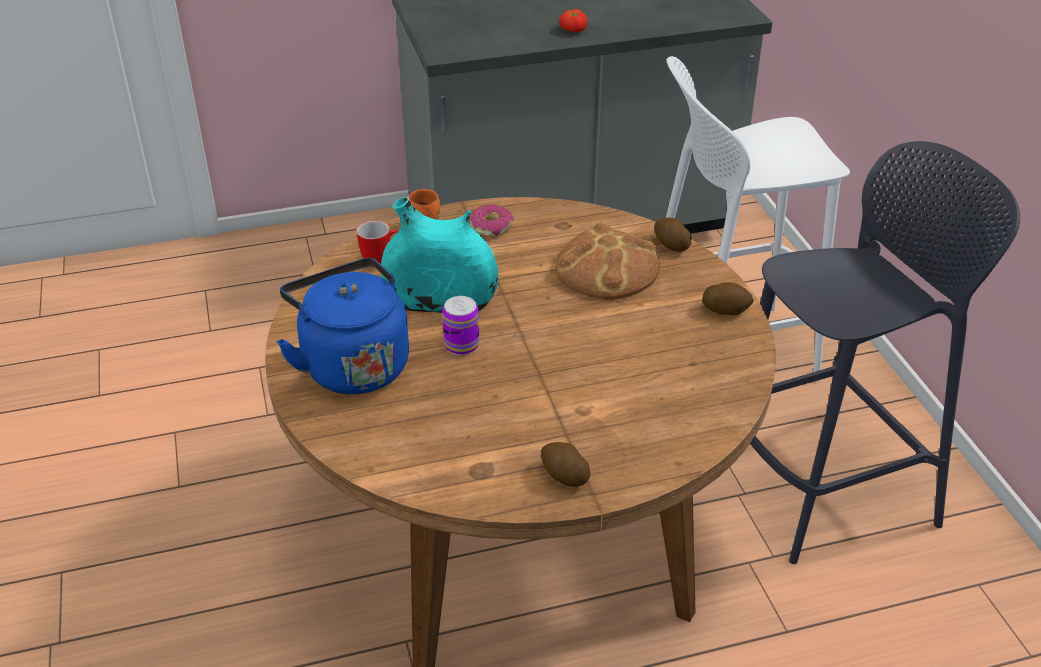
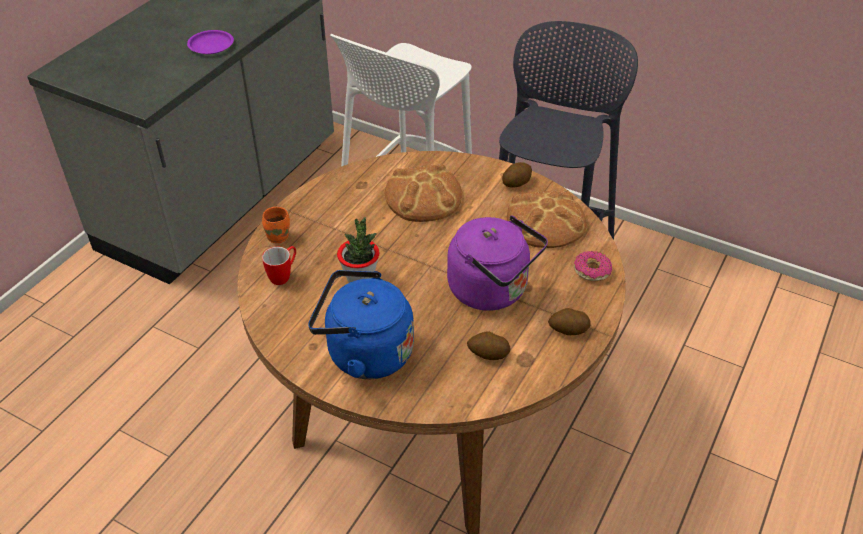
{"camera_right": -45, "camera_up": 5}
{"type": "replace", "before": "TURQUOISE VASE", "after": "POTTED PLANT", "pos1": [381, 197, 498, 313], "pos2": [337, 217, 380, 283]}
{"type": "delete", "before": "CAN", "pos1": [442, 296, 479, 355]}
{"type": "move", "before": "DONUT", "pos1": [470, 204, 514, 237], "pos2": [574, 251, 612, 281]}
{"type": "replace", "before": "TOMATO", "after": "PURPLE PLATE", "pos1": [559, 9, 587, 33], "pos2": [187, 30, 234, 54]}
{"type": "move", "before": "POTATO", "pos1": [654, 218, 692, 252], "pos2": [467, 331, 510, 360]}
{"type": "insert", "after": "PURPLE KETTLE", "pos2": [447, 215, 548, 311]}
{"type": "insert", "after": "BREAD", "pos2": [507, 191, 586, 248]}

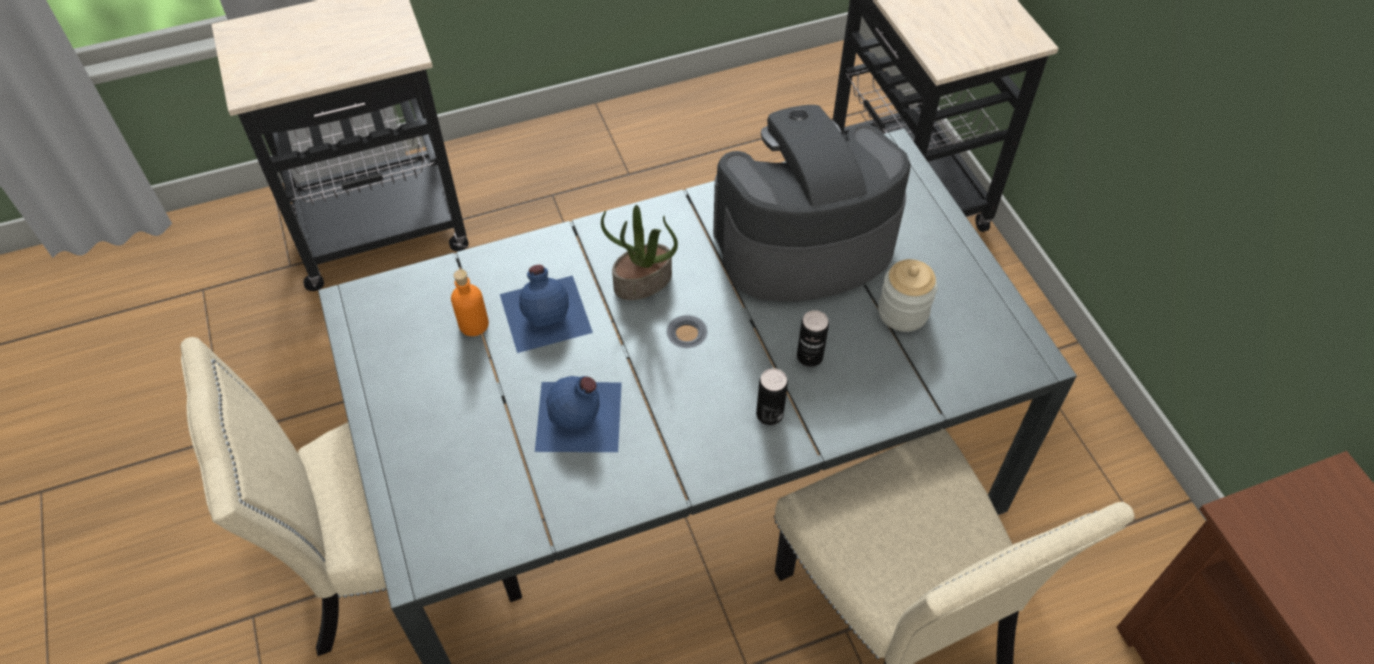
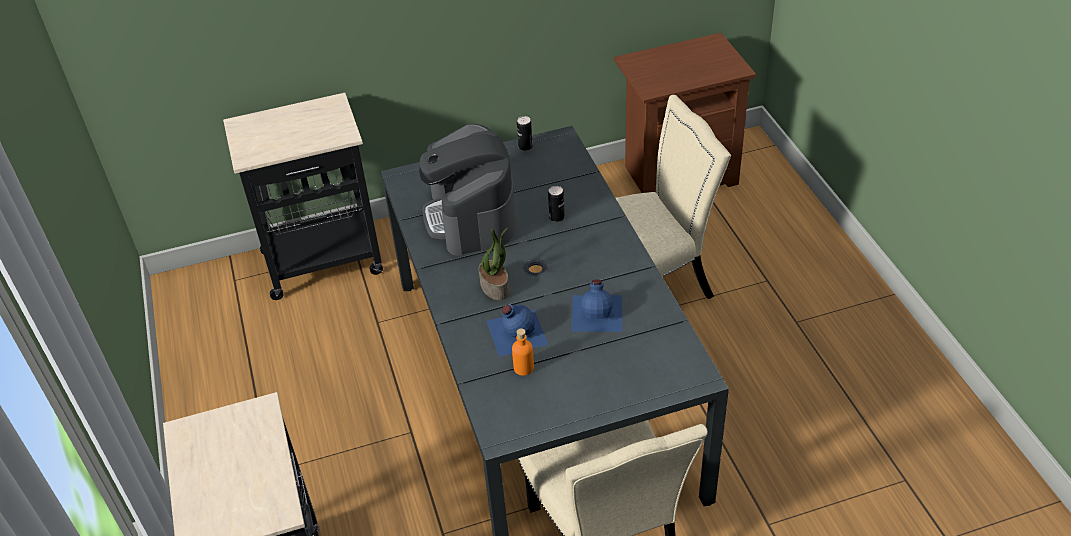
{"camera_right": -85, "camera_up": -10}
{"type": "move", "before": "CAN", "pos1": [756, 368, 788, 425], "pos2": [517, 116, 533, 151]}
{"type": "delete", "before": "JAR", "pos1": [878, 259, 938, 332]}

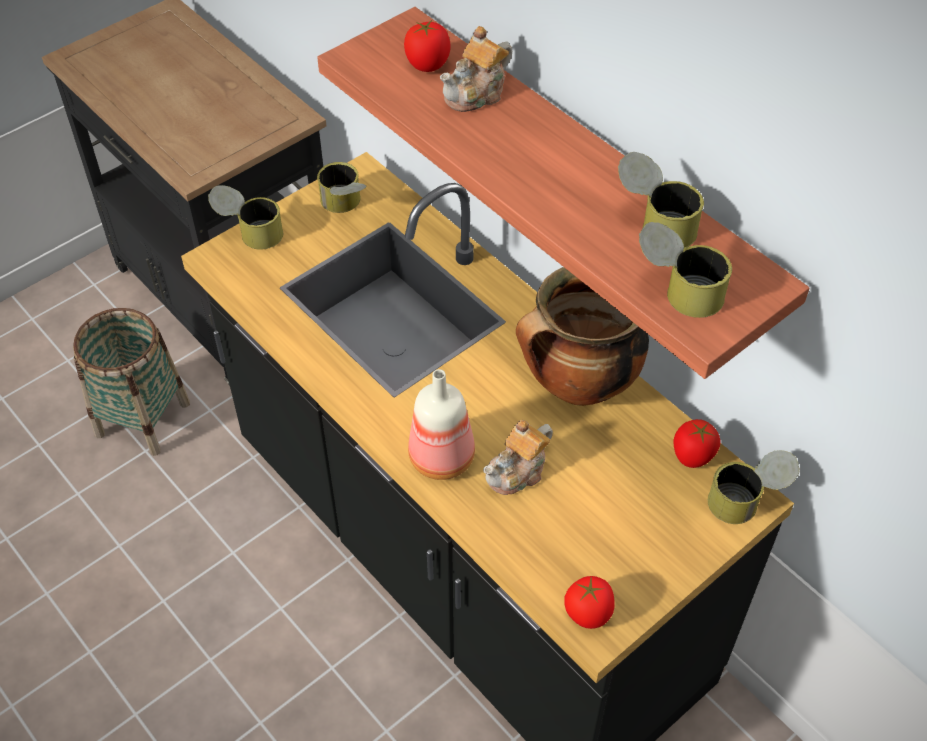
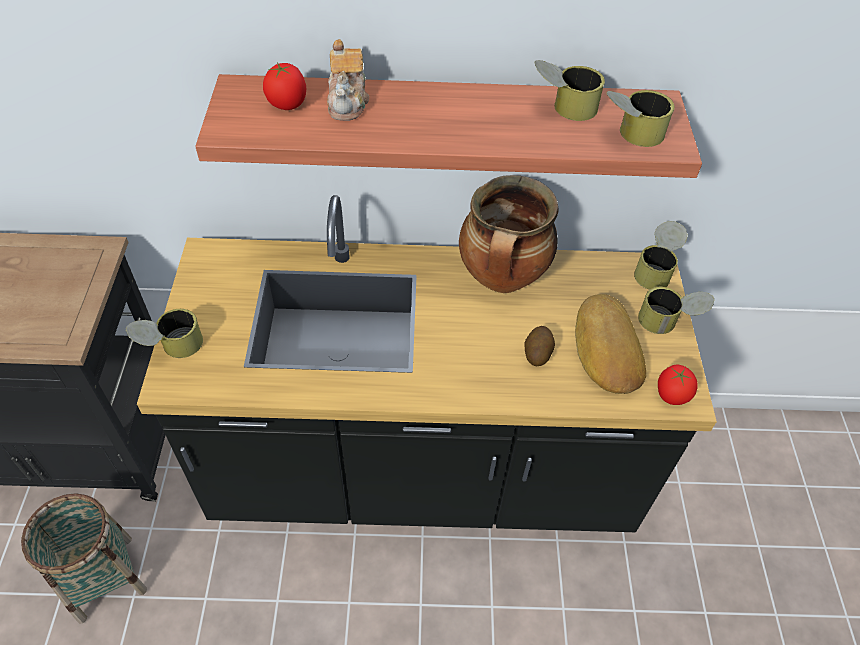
{"camera_right": -50, "camera_up": 0}
{"type": "move", "before": "CAN", "pos1": [317, 162, 367, 213], "pos2": [638, 287, 715, 334]}
{"type": "delete", "before": "BOTTLE", "pos1": [408, 369, 475, 480]}
{"type": "replace", "before": "TEAPOT", "after": "POTATO", "pos1": [483, 420, 553, 495], "pos2": [524, 326, 555, 366]}
{"type": "delete", "before": "TOMATO", "pos1": [673, 419, 721, 468]}
{"type": "insert", "after": "BREAD", "pos2": [575, 294, 646, 394]}

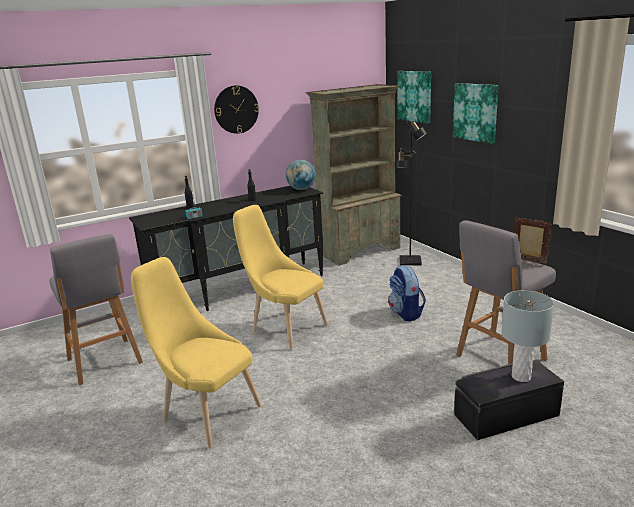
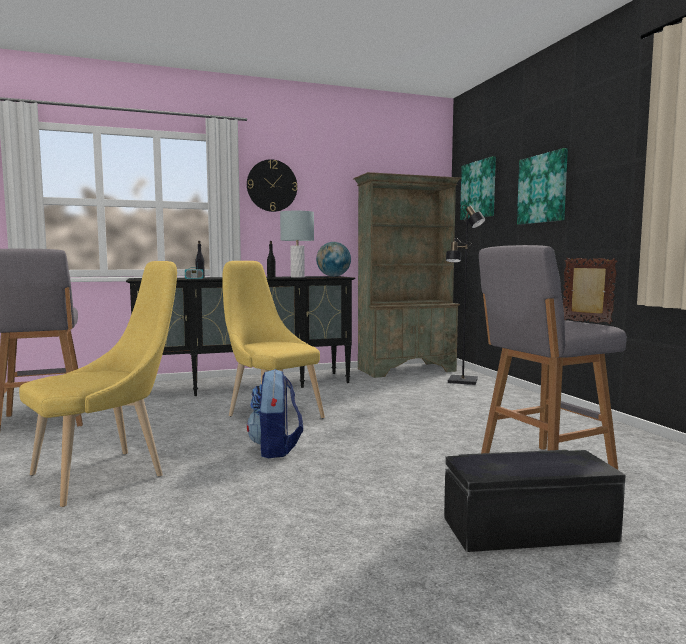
{"camera_right": 10, "camera_up": -15}
{"type": "rotate", "before": "YELLOW CHAIR", "pos1": [131, 257, 261, 449], "pos2": [19, 261, 177, 507], "turn": 90}
{"type": "move", "before": "BACKPACK", "pos1": [388, 265, 426, 322], "pos2": [247, 369, 303, 458]}
{"type": "move", "before": "GREY TABLE LAMP", "pos1": [501, 290, 554, 382], "pos2": [280, 211, 314, 278]}

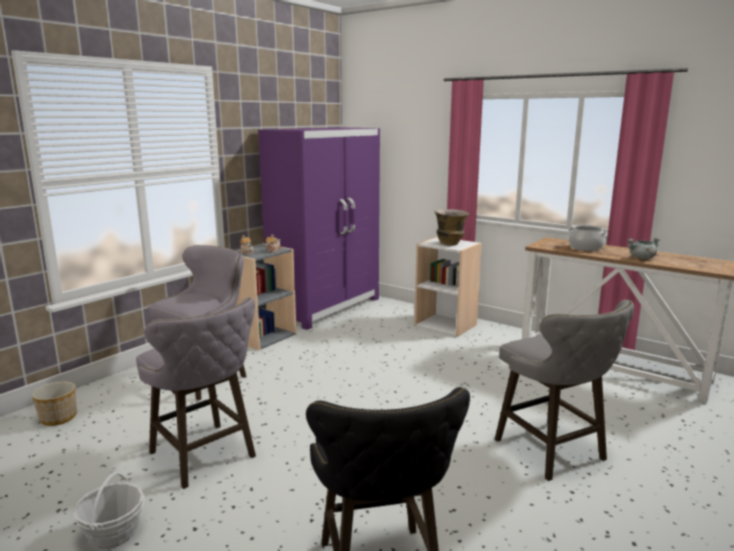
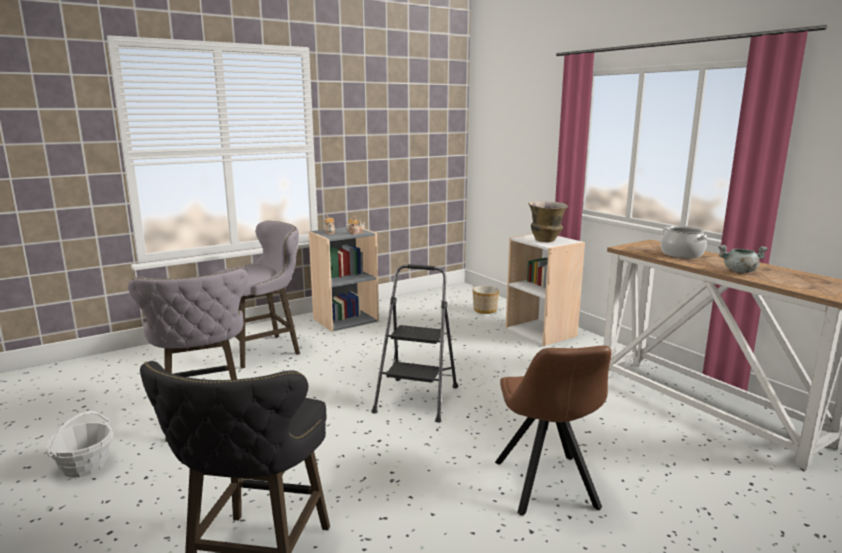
{"camera_right": 20, "camera_up": 0}
{"type": "move", "before": "PLANTER", "pos1": [32, 382, 77, 426], "pos2": [472, 286, 500, 314]}
{"type": "delete", "before": "PURPLE CABINET", "pos1": [258, 128, 380, 330]}
{"type": "replace", "before": "GREY STOOL", "after": "BROWN CHAIR", "pos1": [495, 300, 634, 481], "pos2": [495, 346, 612, 516]}
{"type": "insert", "after": "BLACK STEP LADDER", "pos2": [371, 264, 458, 423]}

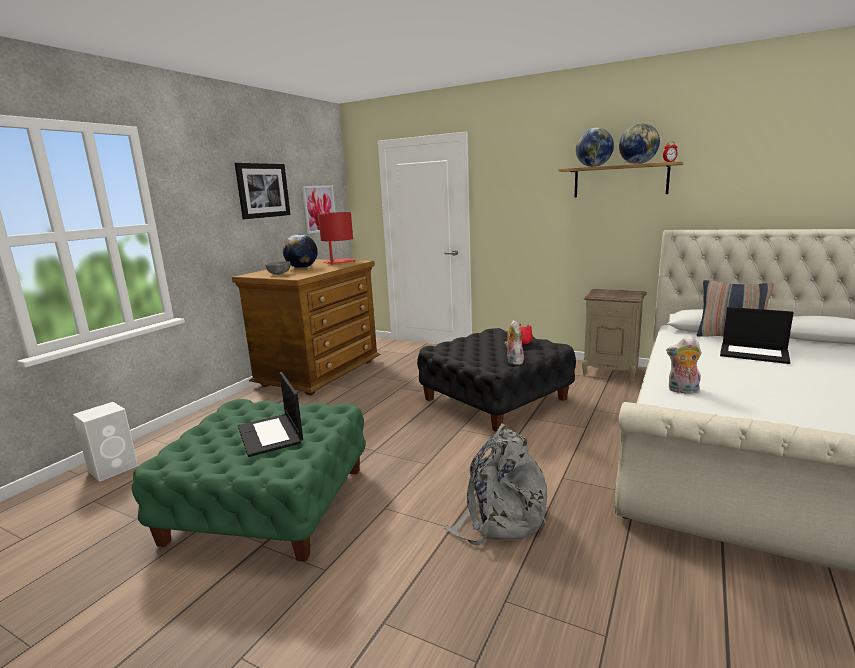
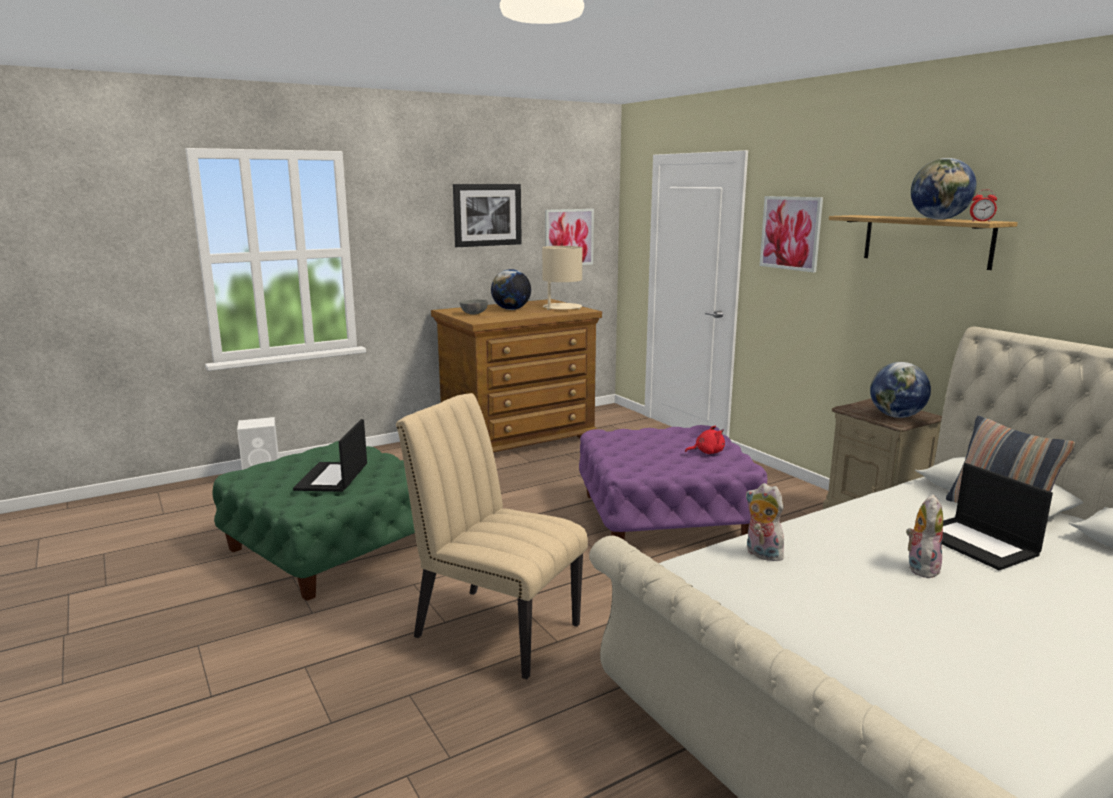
{"camera_right": 30, "camera_up": 0}
{"type": "recolor", "before": "RED TABLE LAMP", "after": "BEIGE TABLE LAMP", "pos1": [318, 212, 355, 265], "pos2": [542, 246, 582, 310]}
{"type": "recolor", "before": "BLACK OTTOMAN", "after": "PURPLE OTTOMAN", "pos1": [417, 328, 576, 432], "pos2": [579, 425, 767, 540]}
{"type": "replace", "before": "GREY BACKPACK", "after": "BEIGE CHAIR", "pos1": [444, 423, 547, 545], "pos2": [396, 393, 588, 679]}
{"type": "move", "before": "PLUSH TOY", "pos1": [504, 320, 524, 365], "pos2": [906, 494, 943, 578]}
{"type": "move", "before": "GLOBE", "pos1": [576, 128, 614, 167], "pos2": [870, 362, 931, 418]}
{"type": "insert", "after": "PICTURE", "pos2": [760, 196, 823, 273]}

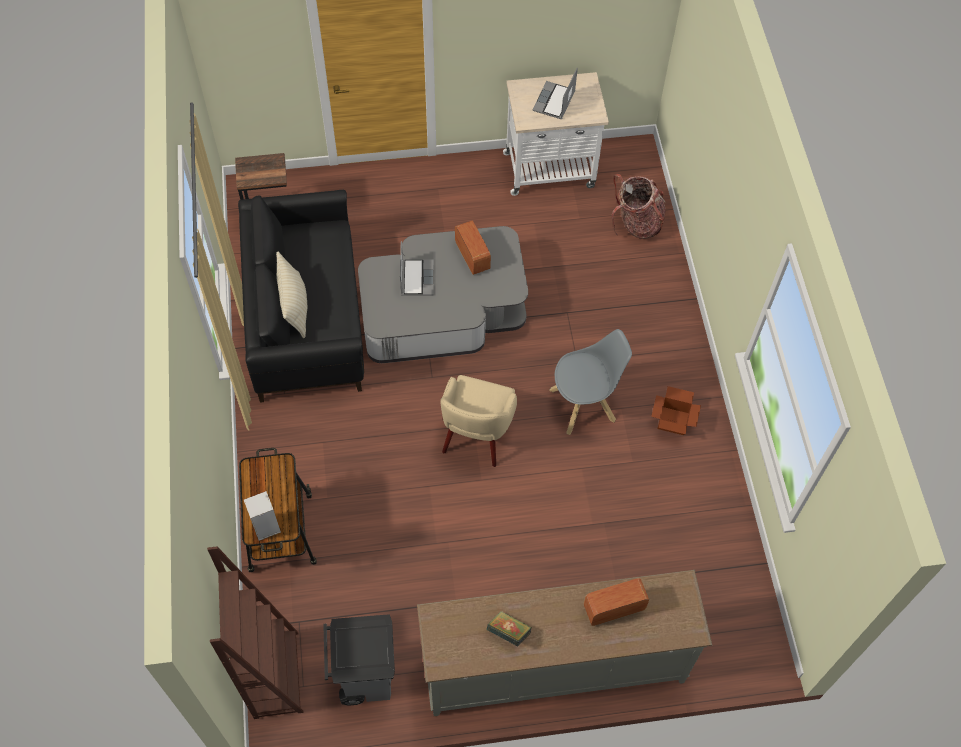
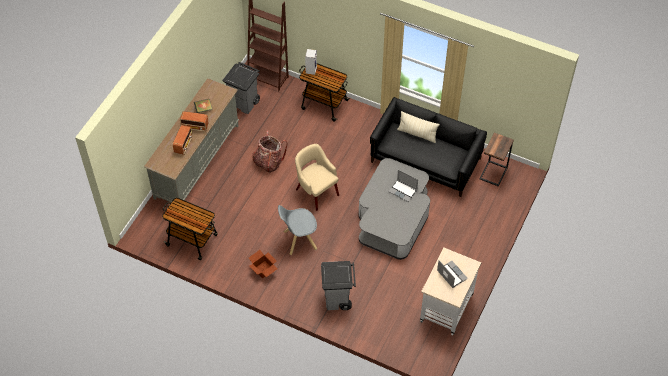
{"camera_right": 125, "camera_up": -5}
{"type": "move", "before": "RADIO", "pos1": [455, 221, 491, 275], "pos2": [180, 111, 209, 132]}
{"type": "rotate", "before": "GREY CHAIR", "pos1": [549, 329, 632, 435], "pos2": [278, 205, 318, 255], "turn": 60}
{"type": "move", "before": "BACKPACK", "pos1": [612, 174, 665, 239], "pos2": [252, 131, 288, 173]}
{"type": "insert", "after": "CART", "pos2": [162, 197, 218, 260]}
{"type": "insert", "after": "GREY TRASH CAN", "pos2": [321, 261, 356, 310]}

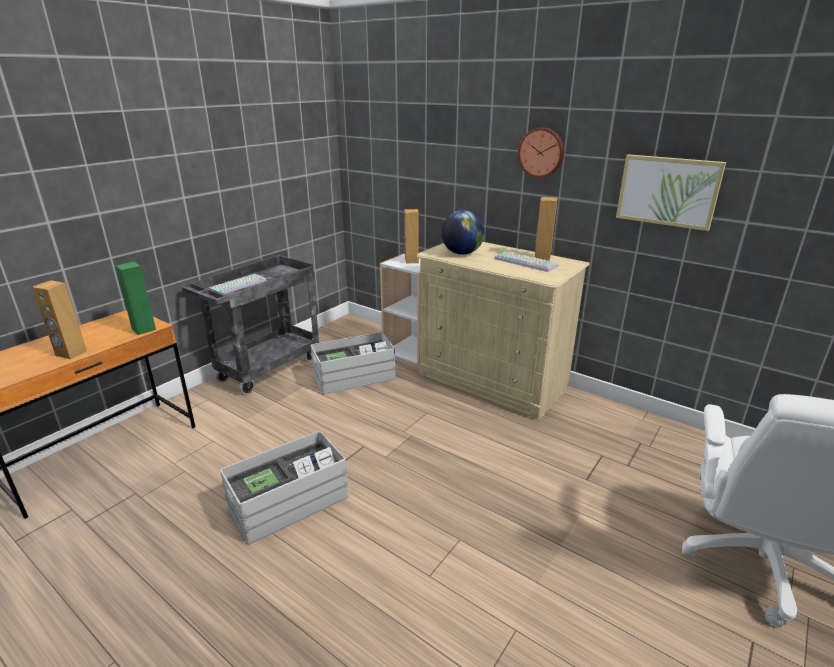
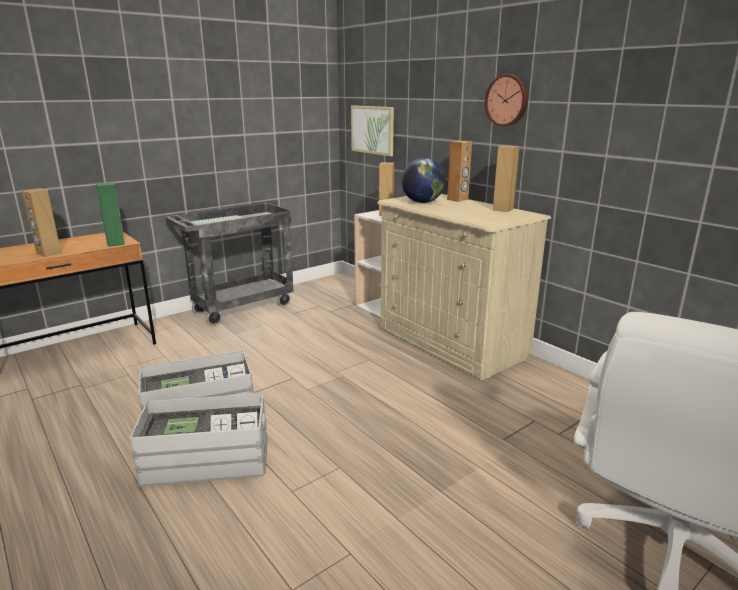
{"camera_right": 15, "camera_up": -5}
{"type": "move", "before": "GREY STORAGE BOX", "pos1": [311, 332, 396, 394], "pos2": [130, 393, 268, 487]}
{"type": "delete", "before": "KEYBOARD", "pos1": [494, 251, 559, 272]}
{"type": "move", "before": "PICTURE", "pos1": [616, 154, 726, 231], "pos2": [351, 105, 394, 156]}
{"type": "insert", "after": "BROWN SPEAKER", "pos2": [447, 141, 472, 202]}

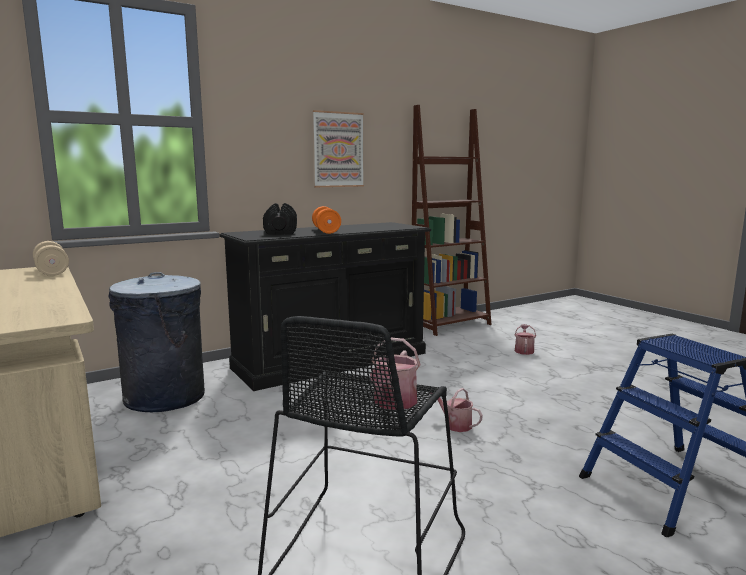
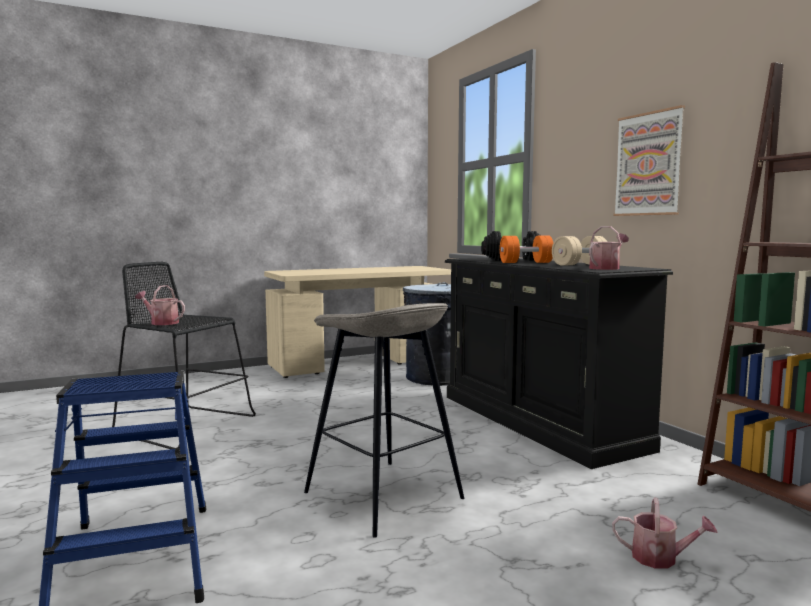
{"camera_right": 95, "camera_up": -5}
{"type": "move", "before": "BEIGE DUMBBELL", "pos1": [33, 241, 69, 276], "pos2": [552, 236, 607, 266]}
{"type": "move", "before": "WATERING CAN", "pos1": [430, 388, 483, 432], "pos2": [589, 226, 629, 270]}
{"type": "insert", "after": "GREY STOOL", "pos2": [304, 303, 464, 538]}

